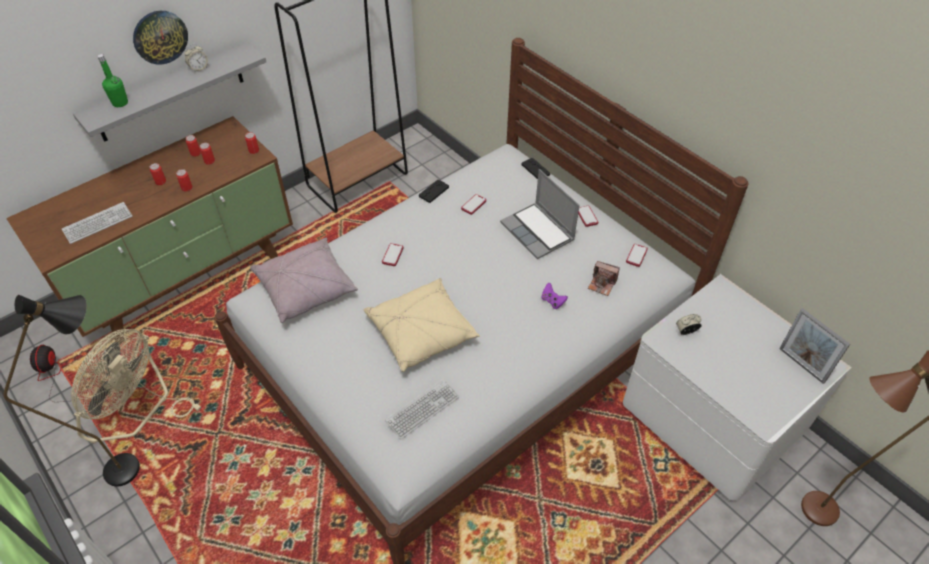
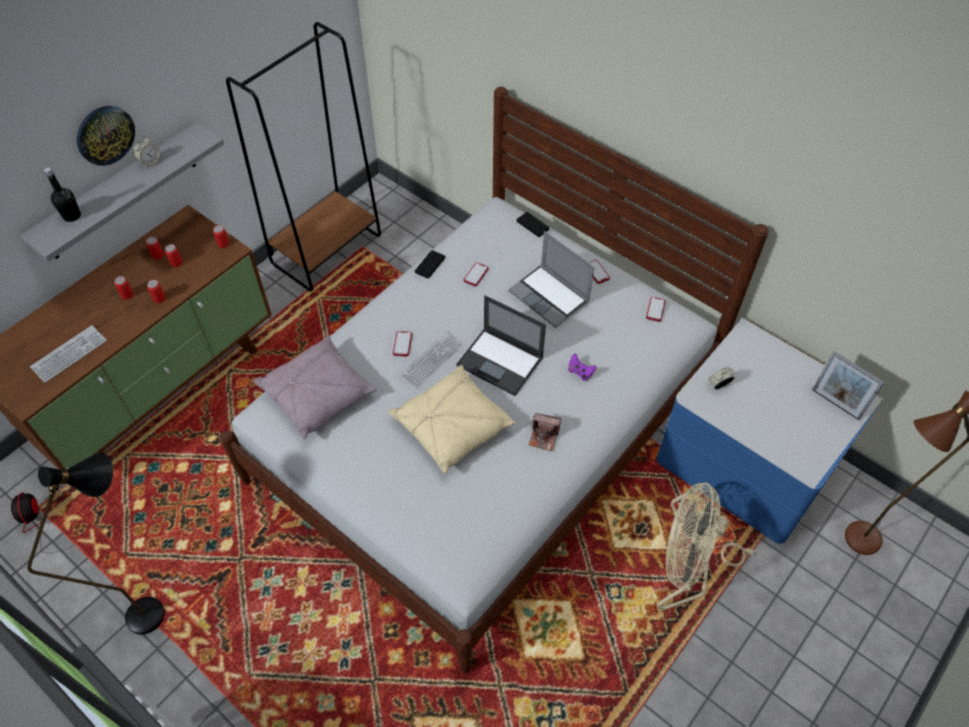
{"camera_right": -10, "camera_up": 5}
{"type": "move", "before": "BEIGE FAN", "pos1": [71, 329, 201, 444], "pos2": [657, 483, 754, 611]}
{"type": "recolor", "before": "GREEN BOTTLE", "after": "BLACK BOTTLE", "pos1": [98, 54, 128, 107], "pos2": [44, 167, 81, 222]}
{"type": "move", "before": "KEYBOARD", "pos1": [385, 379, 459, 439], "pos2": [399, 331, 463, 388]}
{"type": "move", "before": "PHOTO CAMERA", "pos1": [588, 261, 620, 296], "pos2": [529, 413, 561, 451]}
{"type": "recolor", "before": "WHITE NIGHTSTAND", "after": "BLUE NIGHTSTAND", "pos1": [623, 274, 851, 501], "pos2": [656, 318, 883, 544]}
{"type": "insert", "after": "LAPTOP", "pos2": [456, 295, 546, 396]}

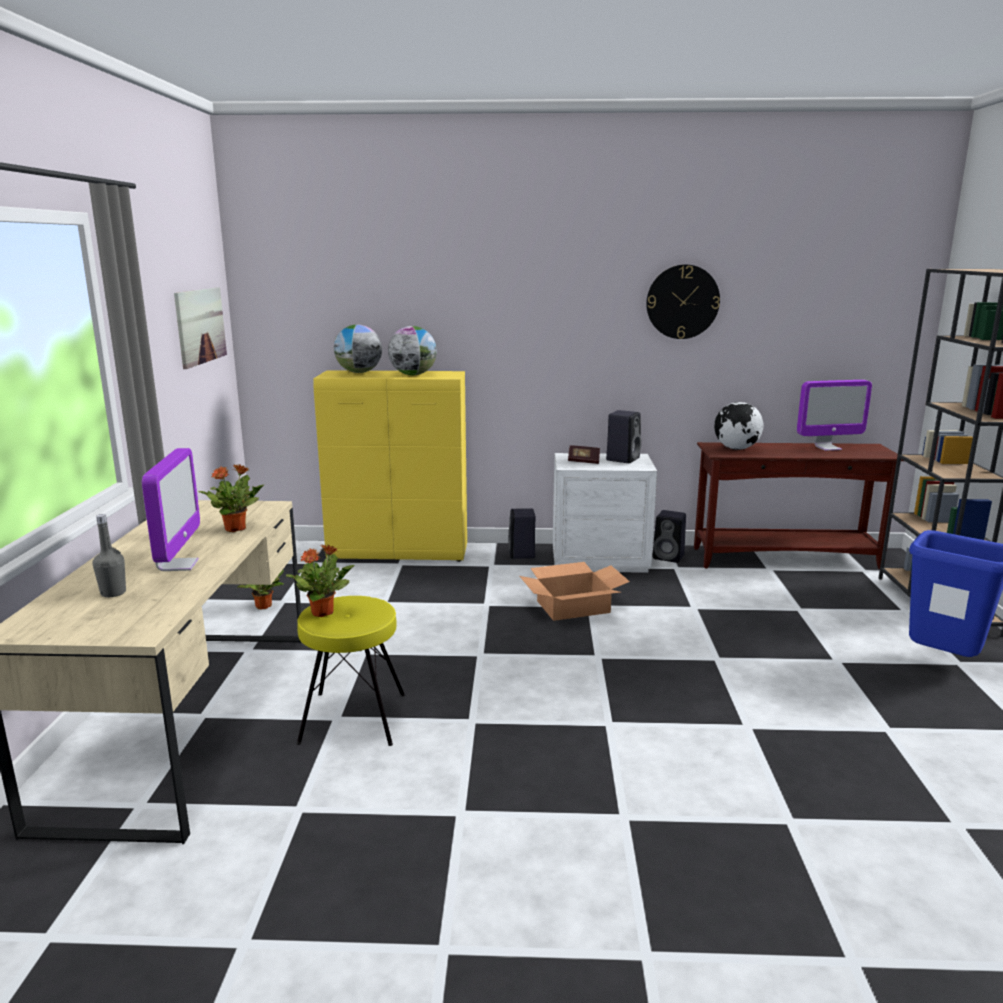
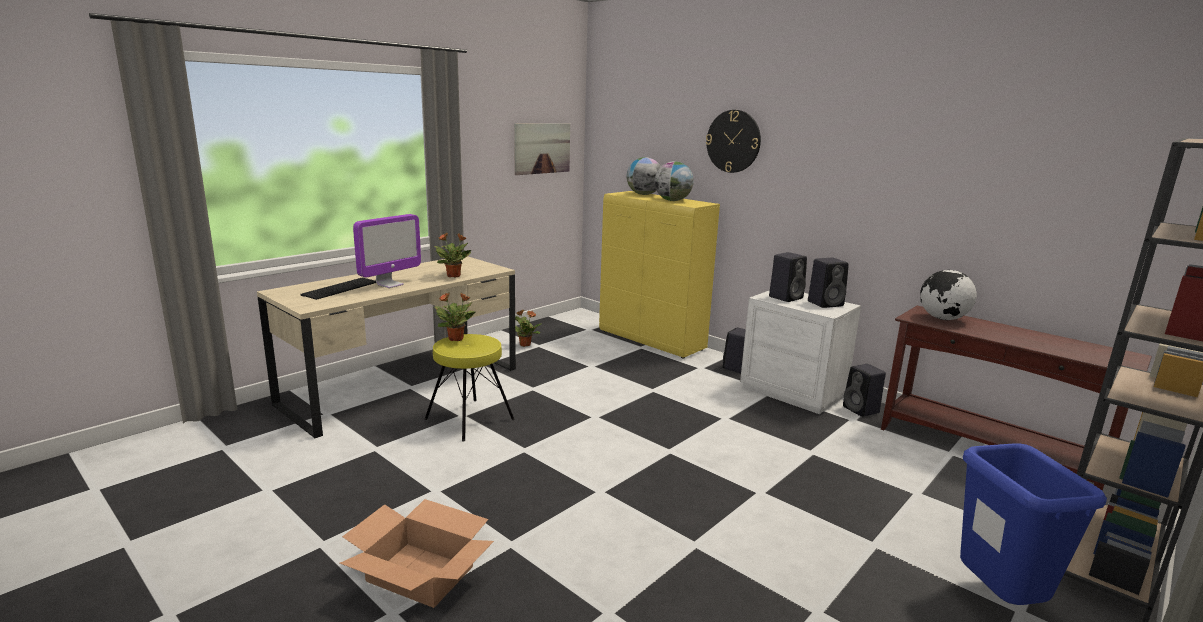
{"camera_right": 40, "camera_up": 0}
{"type": "replace", "before": "GREY BOTTLE", "after": "KEYBOARD", "pos1": [92, 514, 126, 597], "pos2": [301, 277, 376, 300]}
{"type": "move", "before": "CARDBOARD BOX", "pos1": [520, 562, 630, 621], "pos2": [340, 499, 494, 608]}
{"type": "replace", "before": "BOOK", "after": "BLACK SPEAKER", "pos1": [568, 445, 600, 464], "pos2": [769, 252, 807, 302]}
{"type": "move", "before": "WALL CLOCK", "pos1": [646, 264, 720, 339], "pos2": [706, 110, 761, 173]}
{"type": "delete", "before": "MONITOR", "pos1": [797, 380, 872, 451]}

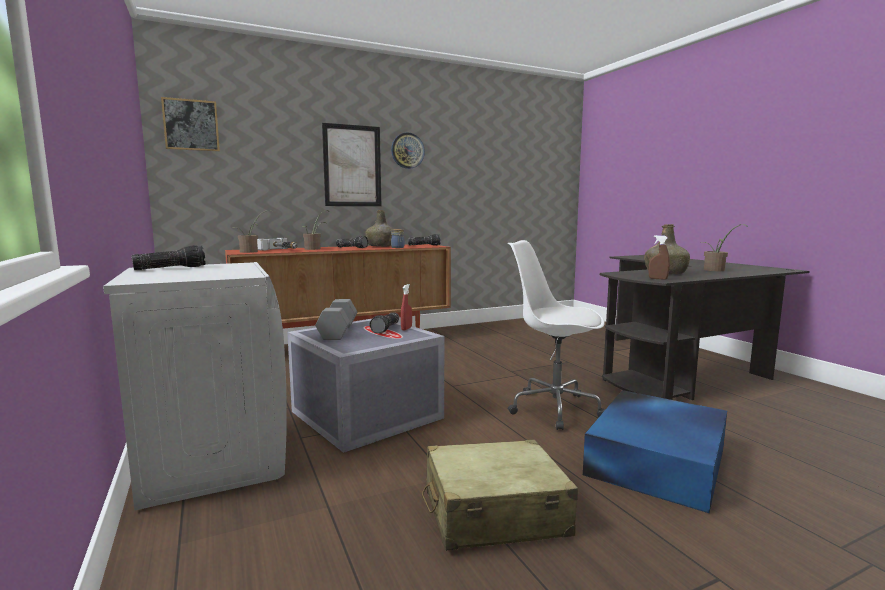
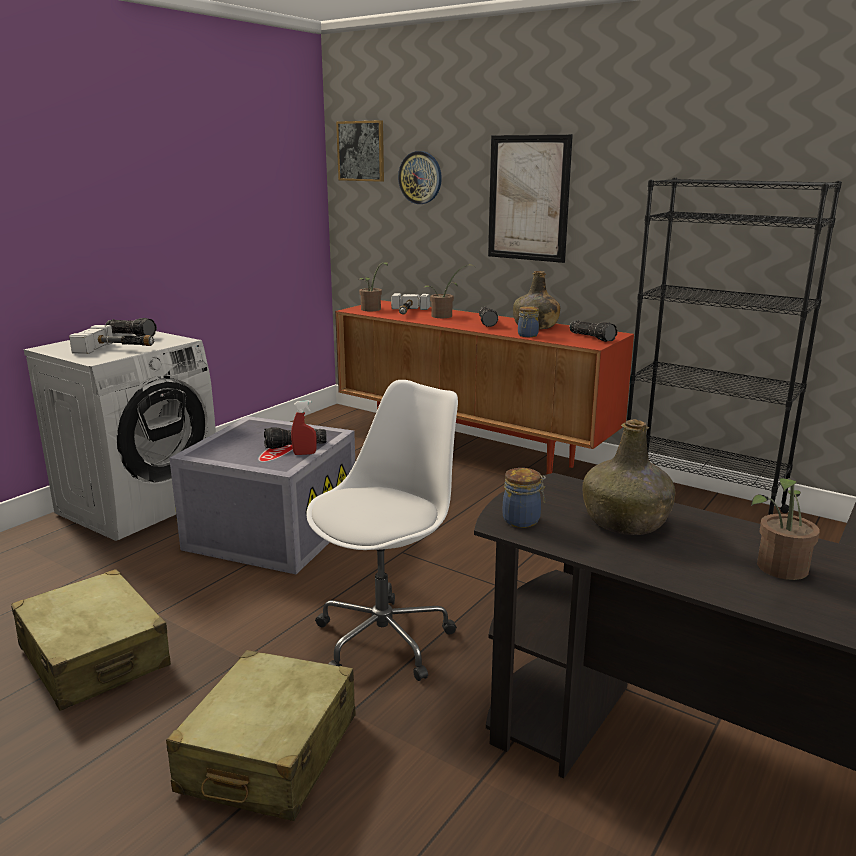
{"camera_right": 60, "camera_up": 10}
{"type": "delete", "before": "GREY DUMBBELL", "pos1": [315, 299, 357, 340]}
{"type": "move", "before": "WALL CLOCK", "pos1": [391, 133, 425, 169], "pos2": [398, 151, 442, 204]}
{"type": "rotate", "before": "WHITE OFFICE CHAIR", "pos1": [508, 240, 605, 430], "pos2": [306, 380, 458, 681], "turn": 45}
{"type": "replace", "before": "BLUE STORAGE BOX", "after": "BEIGE SUITCASE", "pos1": [583, 390, 727, 513], "pos2": [166, 650, 356, 821]}
{"type": "replace", "before": "BROWN SPRAY BOTTLE", "after": "JAR", "pos1": [649, 235, 670, 280], "pos2": [503, 468, 546, 528]}
{"type": "insert", "after": "HAMMER", "pos2": [69, 325, 154, 354]}
{"type": "insert", "after": "BLACK BOOKCASE", "pos2": [627, 178, 842, 515]}

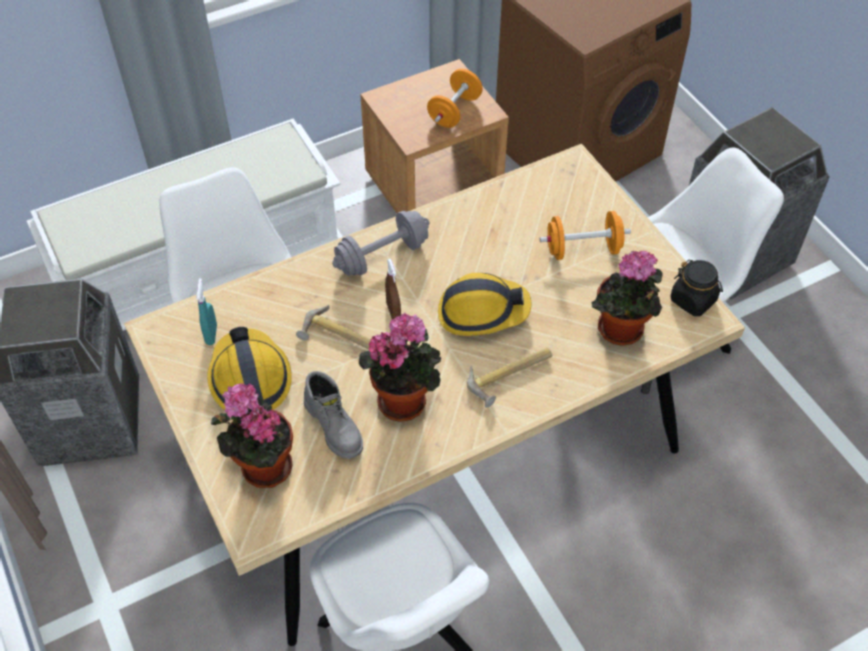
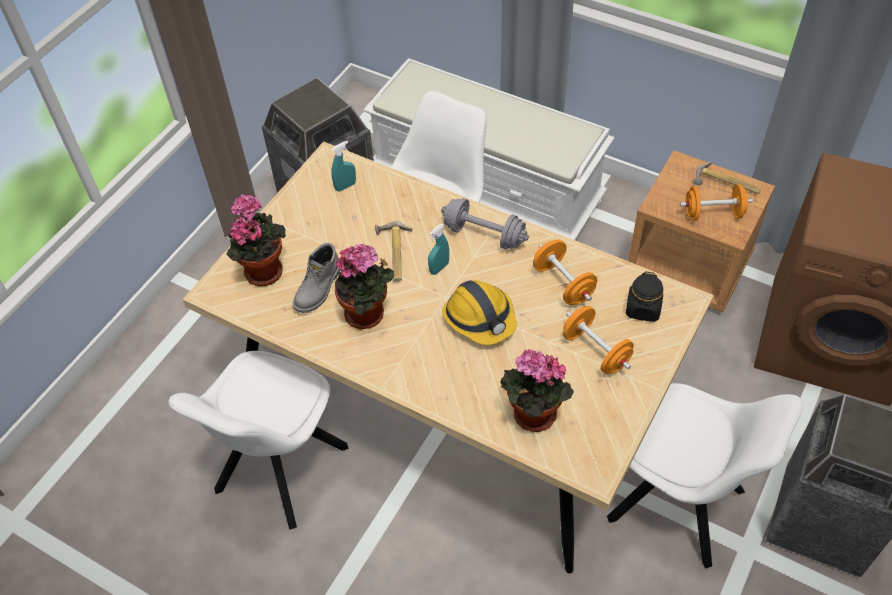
{"camera_right": 60, "camera_up": 0}
{"type": "delete", "before": "HARD HAT", "pos1": [207, 327, 292, 410]}
{"type": "recolor", "before": "BROWN SPRAY BOTTLE", "after": "TURQUOISE SPRAY BOTTLE", "pos1": [385, 259, 401, 320], "pos2": [428, 224, 449, 275]}
{"type": "move", "before": "HAMMER", "pos1": [467, 347, 552, 408], "pos2": [693, 161, 761, 194]}
{"type": "move", "before": "BLACK JAR", "pos1": [670, 259, 723, 316], "pos2": [626, 271, 663, 322]}
{"type": "insert", "after": "ORANGE DUMBBELL", "pos2": [533, 240, 597, 305]}

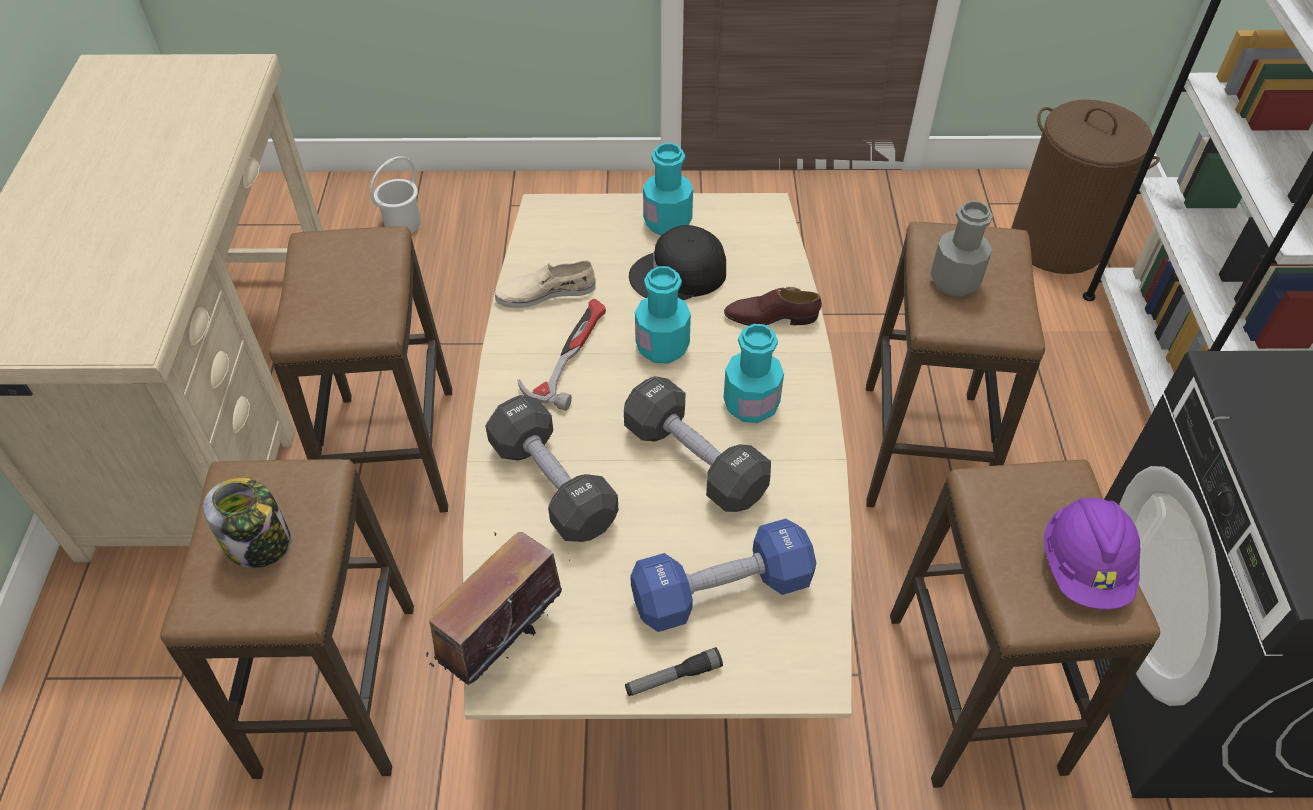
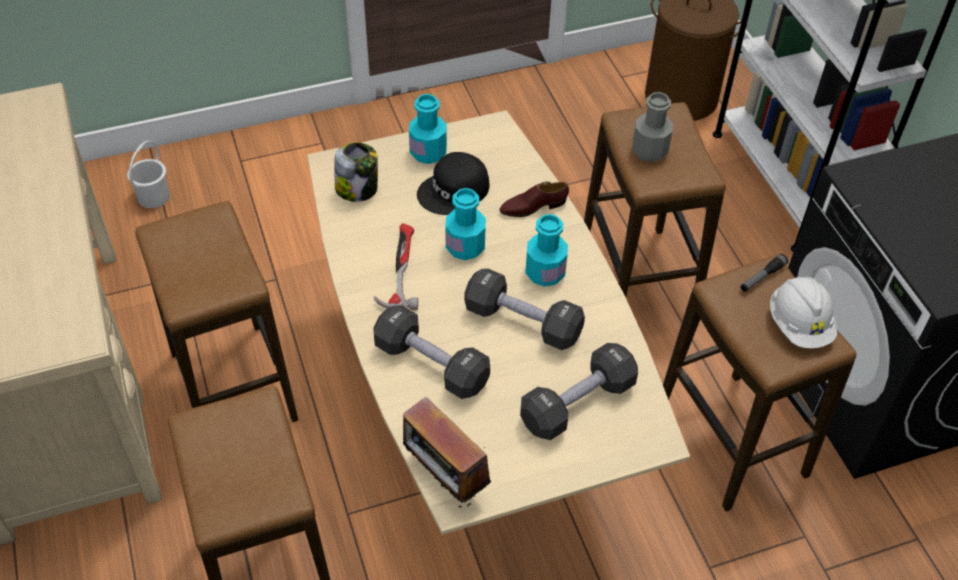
{"camera_right": -20, "camera_up": 0}
{"type": "move", "before": "JAR", "pos1": [203, 478, 291, 568], "pos2": [334, 142, 378, 202]}
{"type": "rotate", "before": "RADIO", "pos1": [426, 532, 570, 685], "pos2": [403, 397, 491, 510], "turn": -60}
{"type": "delete", "before": "BEIGE SHOE", "pos1": [495, 261, 595, 308]}
{"type": "move", "before": "FLASHLIGHT", "pos1": [625, 647, 723, 696], "pos2": [741, 254, 788, 292]}
{"type": "recolor", "before": "BLUE DUMBBELL", "after": "BLACK DUMBBELL", "pos1": [630, 519, 816, 632], "pos2": [520, 343, 638, 440]}
{"type": "recolor", "before": "PURPLE HARD HAT", "after": "WHITE HARD HAT", "pos1": [1044, 498, 1140, 609], "pos2": [770, 276, 837, 349]}

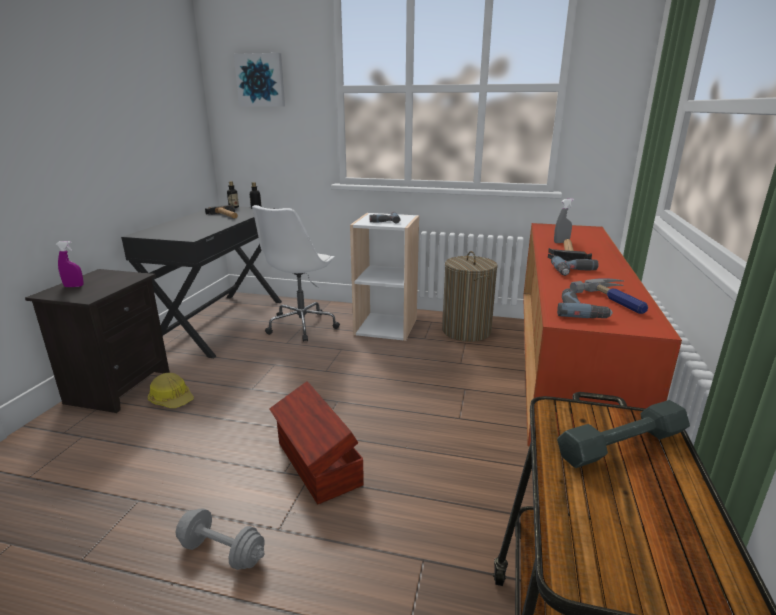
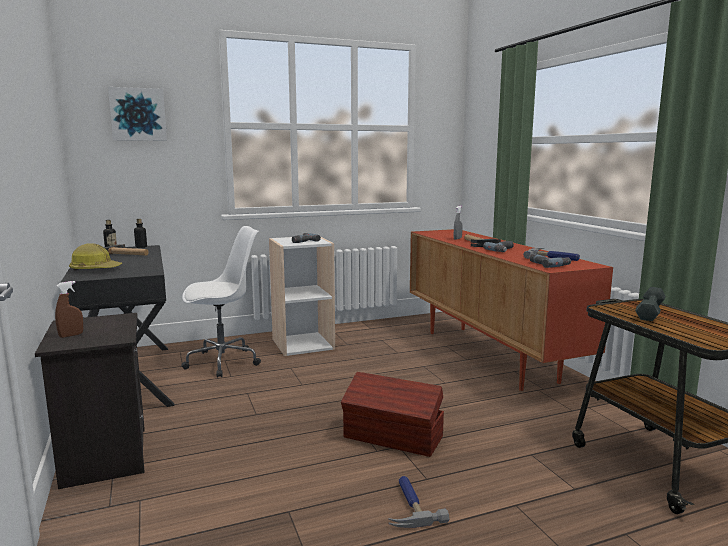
{"camera_right": -35, "camera_up": -10}
{"type": "recolor", "before": "PURPLE SPRAY BOTTLE", "after": "BROWN SPRAY BOTTLE", "pos1": [56, 241, 84, 287], "pos2": [55, 281, 83, 338]}
{"type": "move", "before": "HARD HAT", "pos1": [148, 373, 194, 408], "pos2": [69, 244, 122, 271]}
{"type": "replace", "before": "GREY DUMBBELL", "after": "HAMMER", "pos1": [176, 508, 265, 570], "pos2": [389, 476, 449, 528]}
{"type": "rotate", "before": "WHITE OFFICE CHAIR", "pos1": [252, 205, 340, 342], "pos2": [181, 226, 261, 377], "turn": -105}
{"type": "delete", "before": "LAUNDRY BASKET", "pos1": [442, 251, 498, 342]}

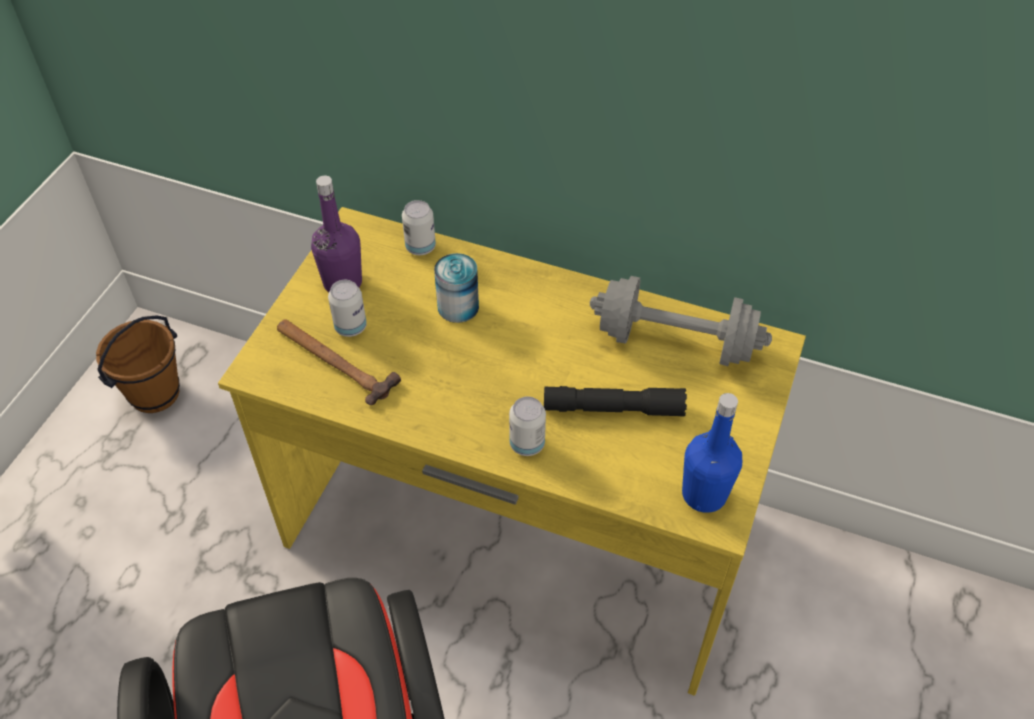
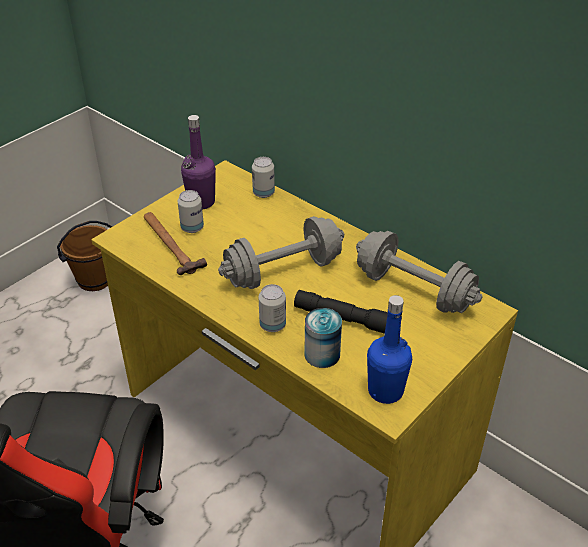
{"camera_right": 20, "camera_up": -10}
{"type": "move", "before": "CAN", "pos1": [434, 253, 479, 323], "pos2": [304, 308, 342, 368]}
{"type": "insert", "after": "GREY DUMBBELL", "pos2": [218, 216, 344, 289]}

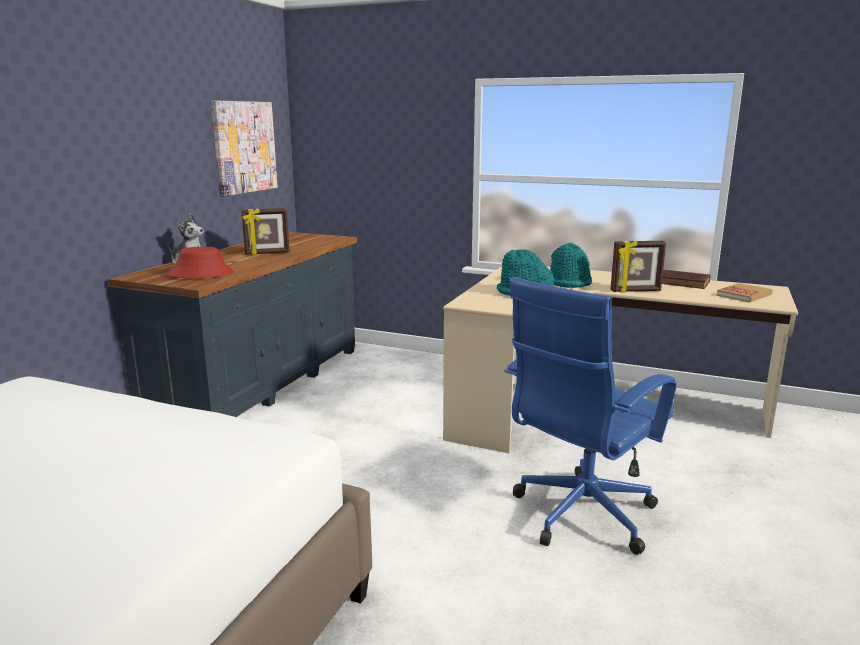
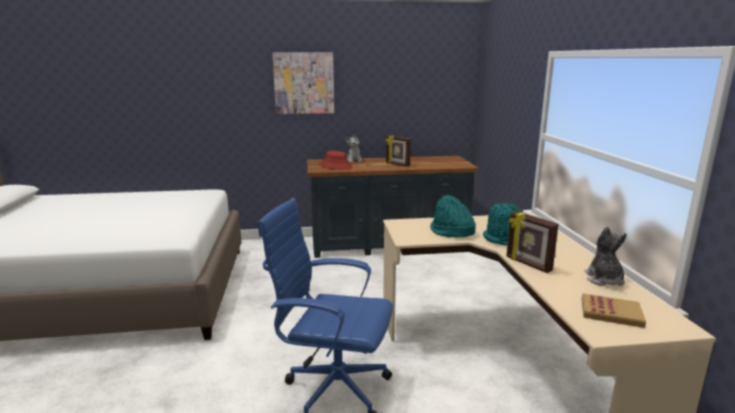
{"camera_right": 60, "camera_up": 0}
{"type": "move", "before": "PICTURE", "pos1": [211, 101, 277, 196], "pos2": [272, 53, 334, 114]}
{"type": "replace", "before": "BROWN BOOK", "after": "PLUSH TOY", "pos1": [662, 269, 711, 289], "pos2": [584, 226, 627, 286]}

